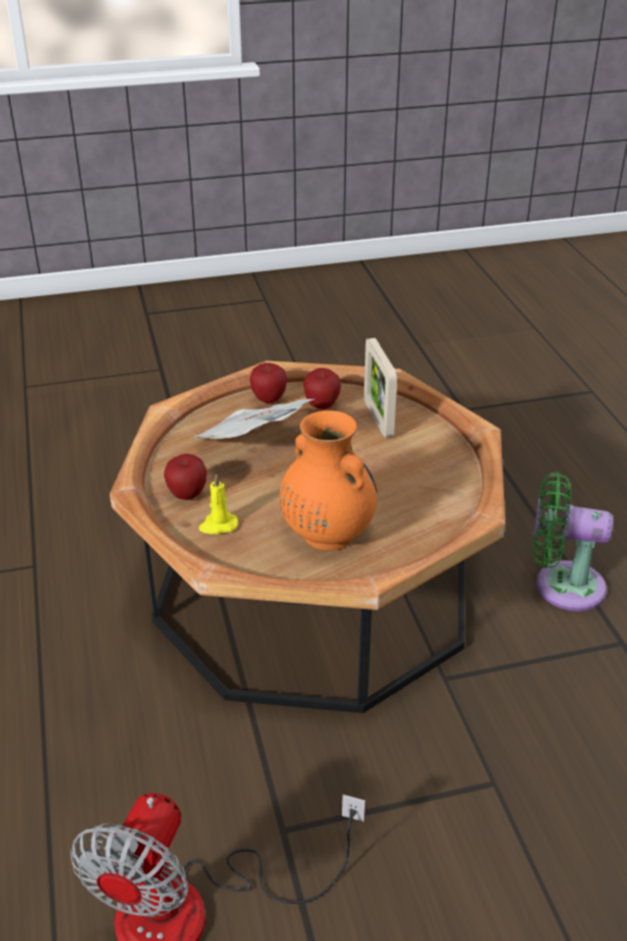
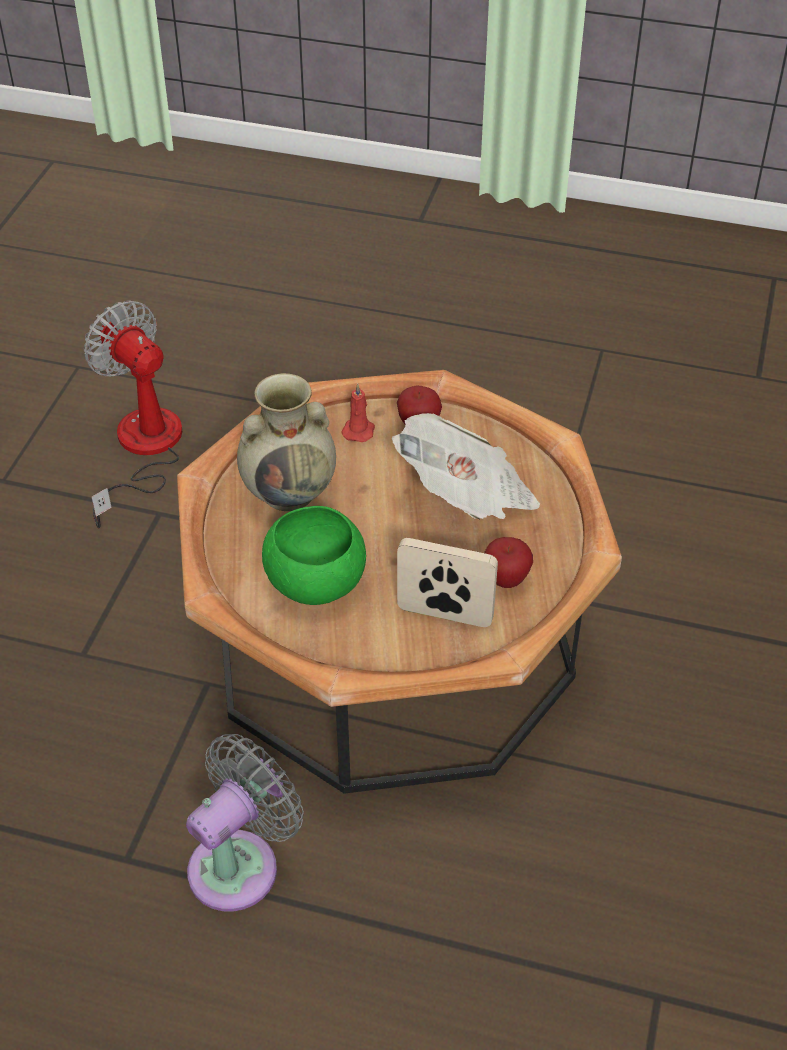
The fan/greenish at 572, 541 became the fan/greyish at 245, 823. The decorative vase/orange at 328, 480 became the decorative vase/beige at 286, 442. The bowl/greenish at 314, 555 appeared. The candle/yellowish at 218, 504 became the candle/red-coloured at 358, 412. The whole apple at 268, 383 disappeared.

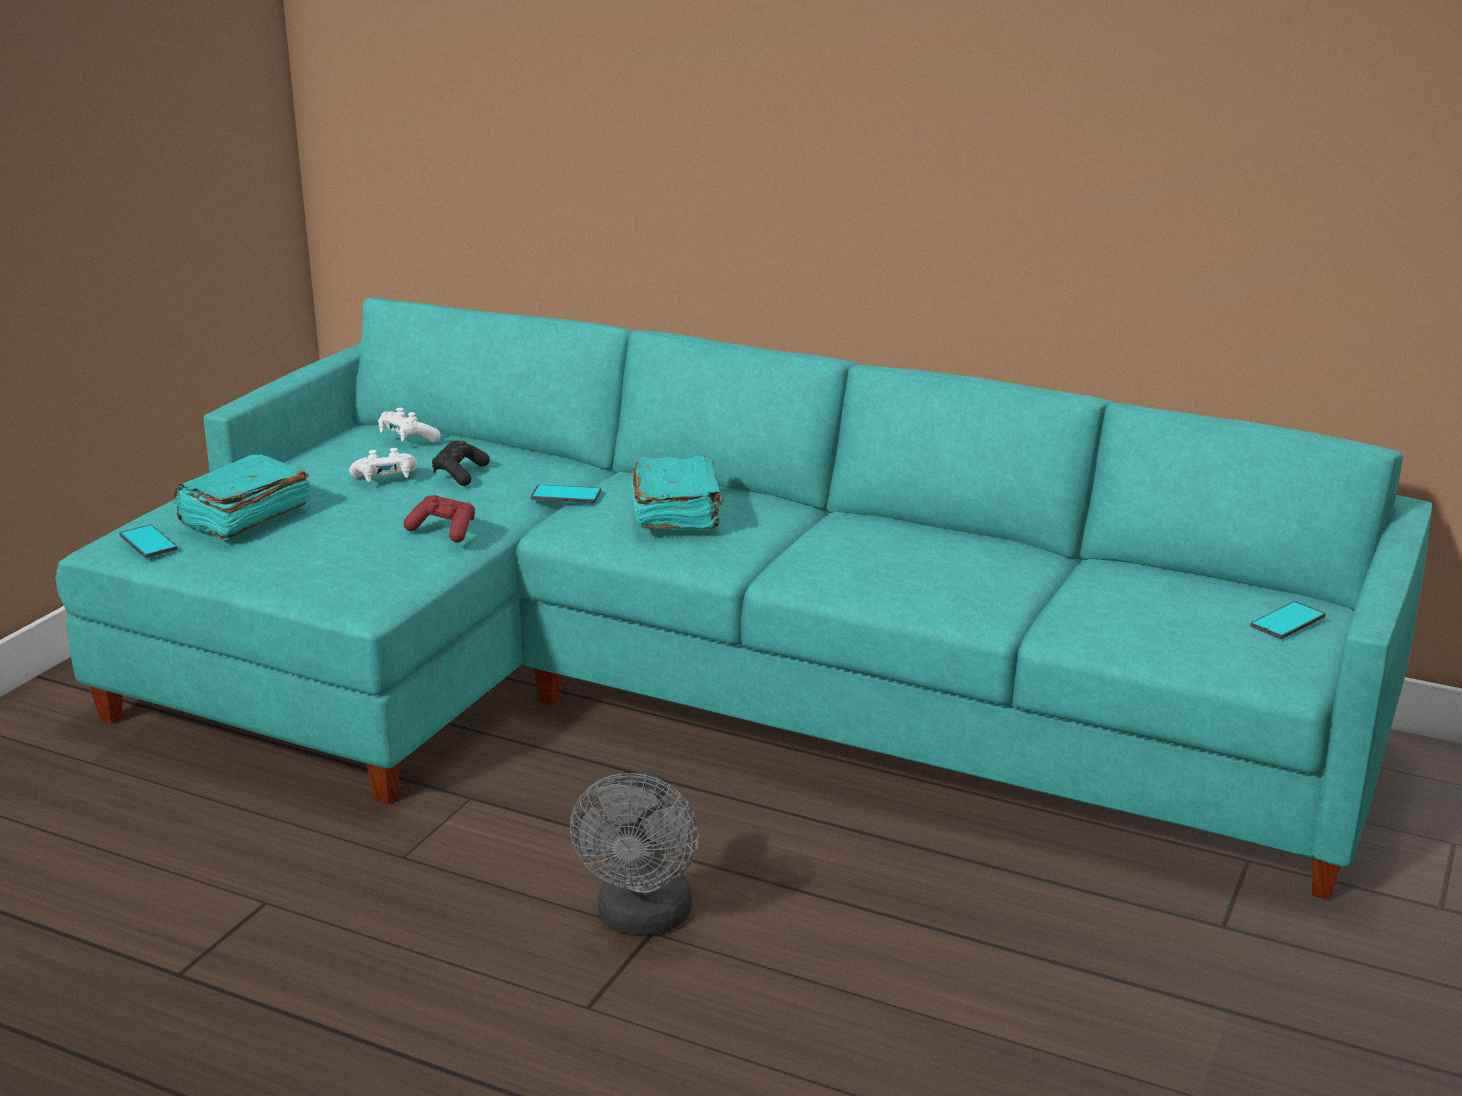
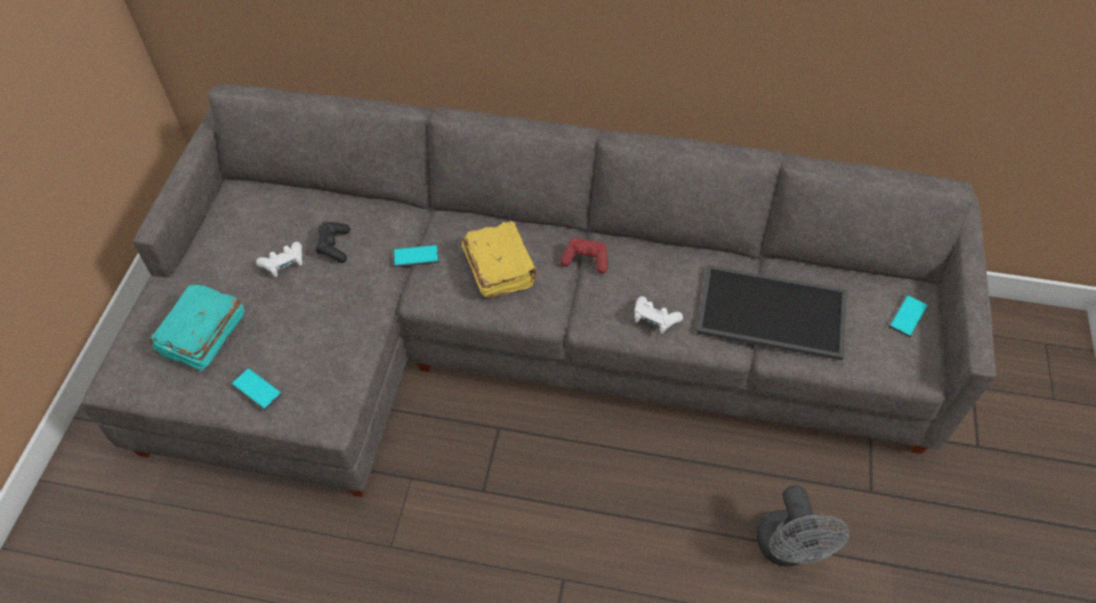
The sofa/turquoise-coloured at 743, 598 became the sofa/greyish at 539, 290. The telephone moved from 148, 541 to 256, 388. The bound book/turquoise-coloured at 677, 493 became the bound book/yellowish at 500, 259. The joypad/red-coloured moved from 439, 519 to 584, 256. The joypad/white-coloured moved from 409, 425 to 658, 315. The serving tray at 772, 312 appeared. The fan/greyish moved from 634, 853 to 802, 525.

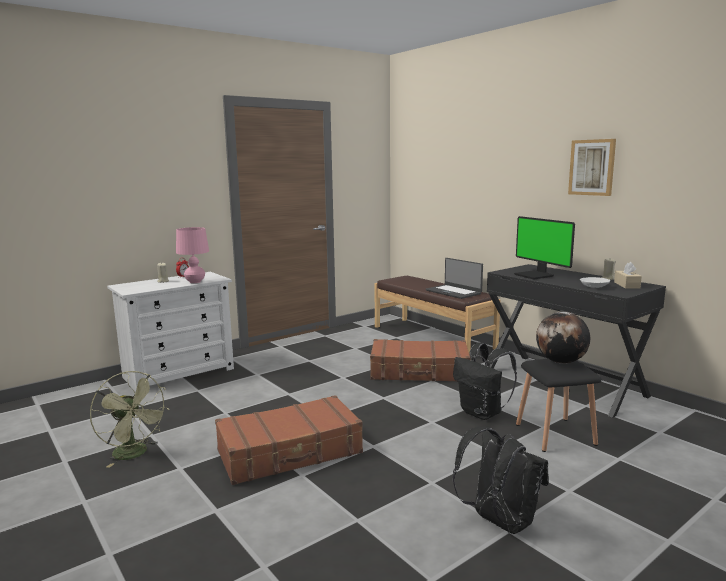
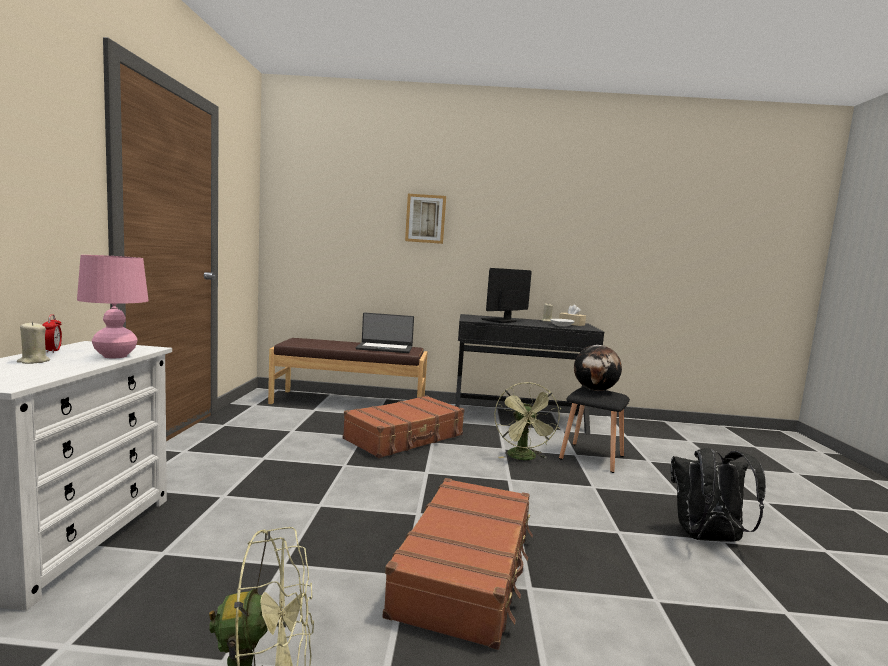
The picture moved from 592, 167 to 425, 219. The monitor at 544, 247 turned 120 degrees clockwise. The rucksack/black-coloured at 485, 381 was replaced by the fan/greenish at 527, 421.

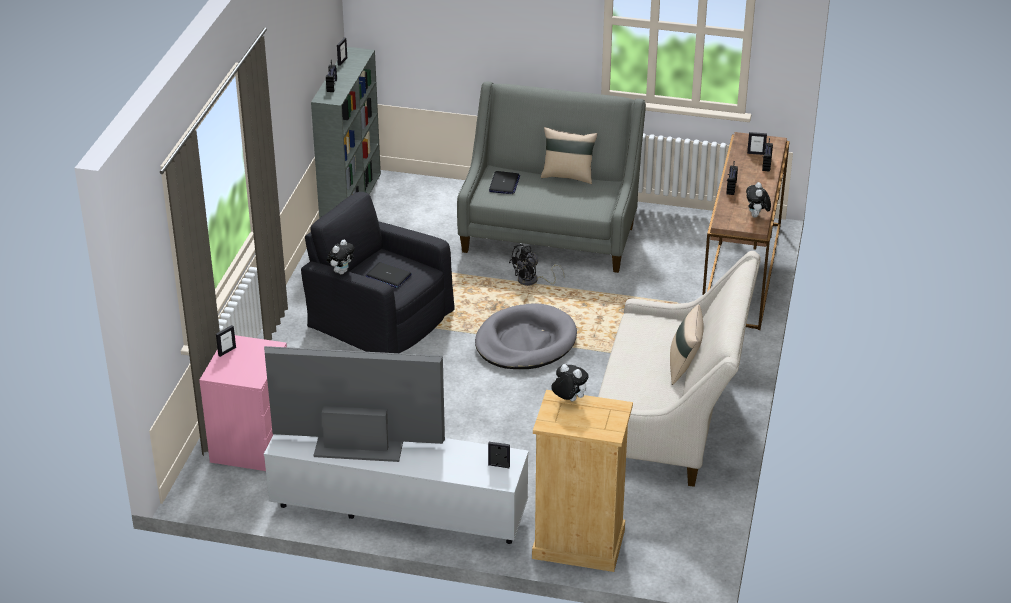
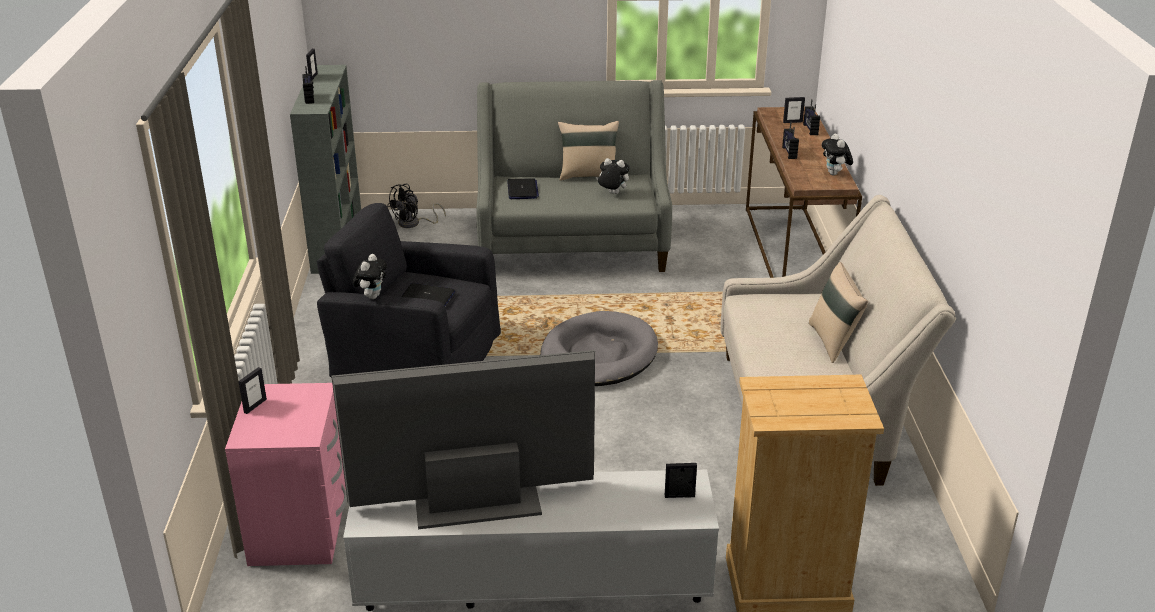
The fan/black-coloured moved from 537, 265 to 416, 206. The cuddly toy moved from 570, 382 to 613, 176.

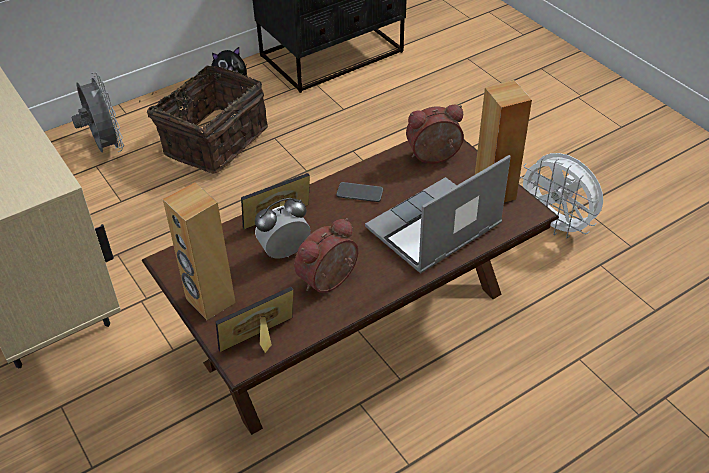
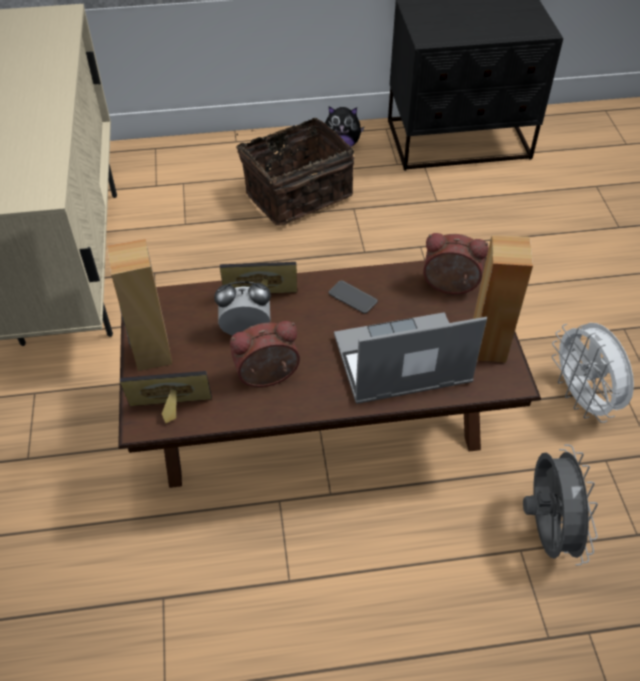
The fan/greyish moved from 98, 112 to 560, 505.

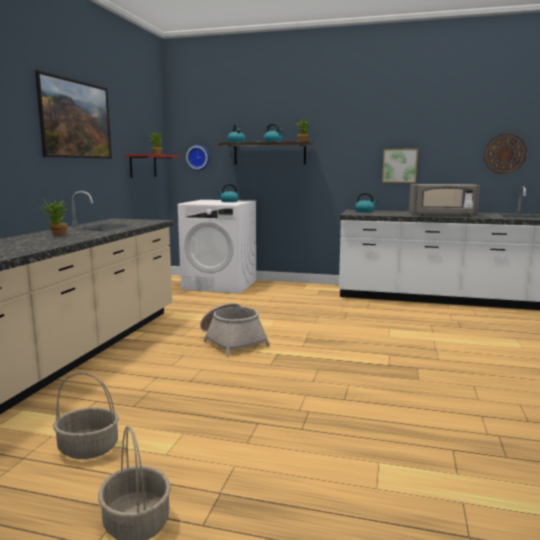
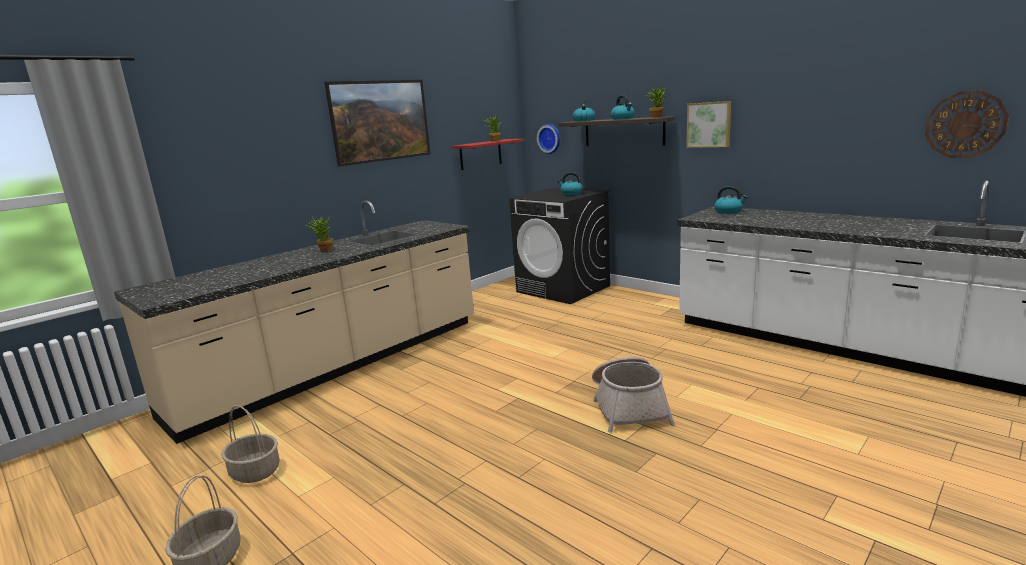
The laundry appliance/white-coloured at 217, 247 became the laundry appliance/black-coloured at 559, 246. The basket moved from 235, 329 to 633, 395. The picture moved from 400, 166 to 708, 124. The microwave/greyish at 444, 200 disappeared.

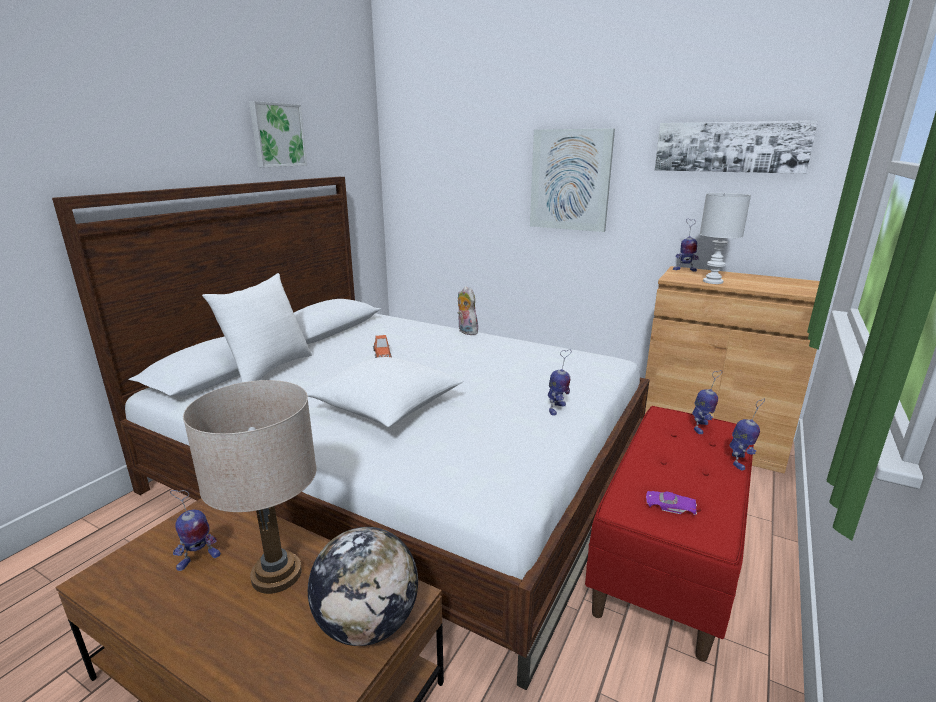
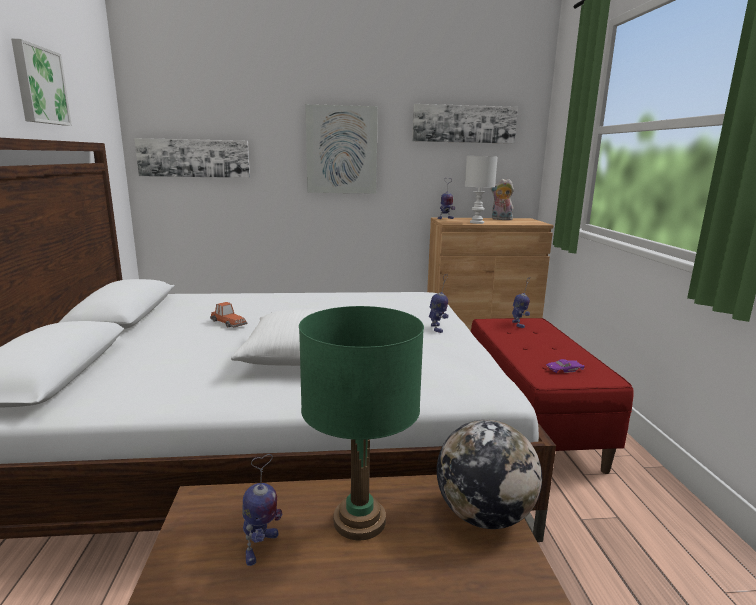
The picture at 192, 158 appeared. The tabletop lamp/beige at 250, 487 became the tabletop lamp/greenish at 361, 423. The cuddly toy moved from 468, 310 to 502, 199. The throw pillow/white-coloured at 257, 327 disappeared. The model robot at 747, 434 disappeared.

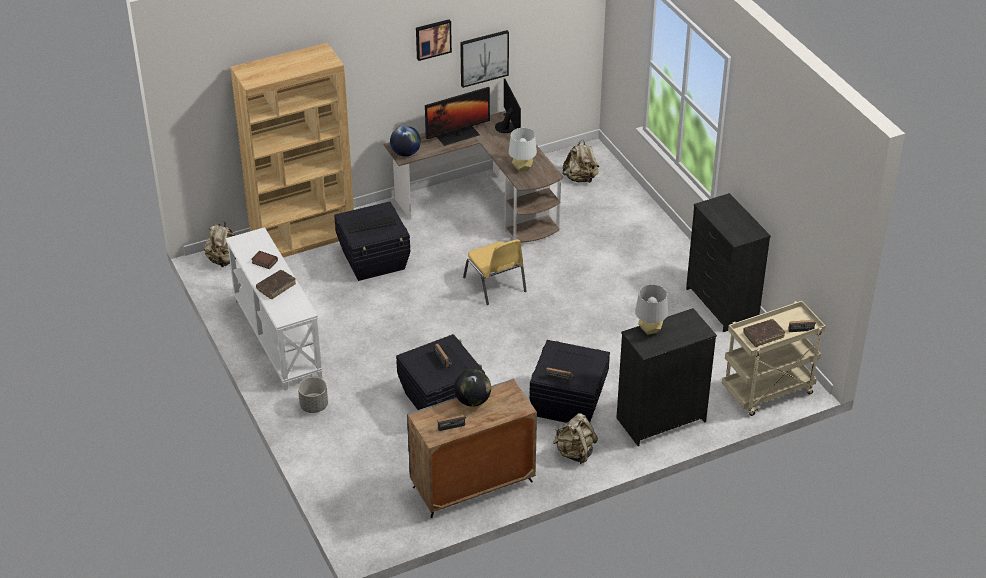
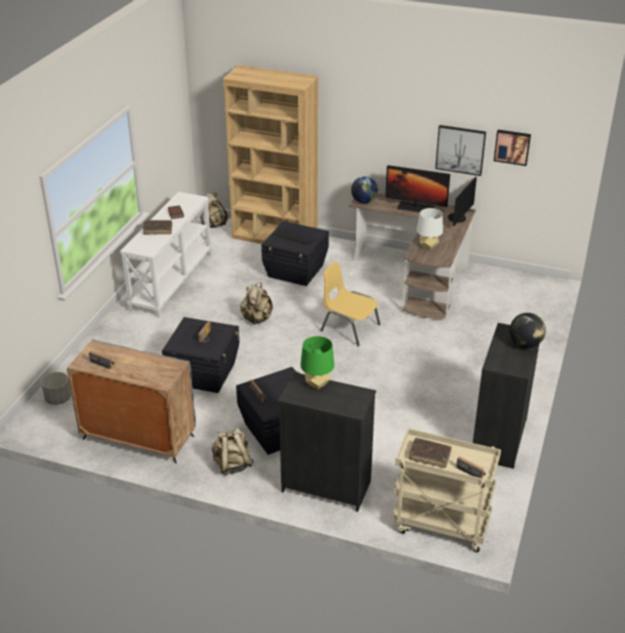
The planter/greyish moved from 313, 395 to 56, 388. The rucksack/beige moved from 580, 161 to 256, 303. The tabletop lamp/greyish at 651, 310 became the tabletop lamp/greenish at 317, 362. The upright chair/yellowish at 495, 272 turned 105 degrees clockwise. The picture moved from 434, 40 to 512, 148. The world globe moved from 472, 388 to 527, 330.

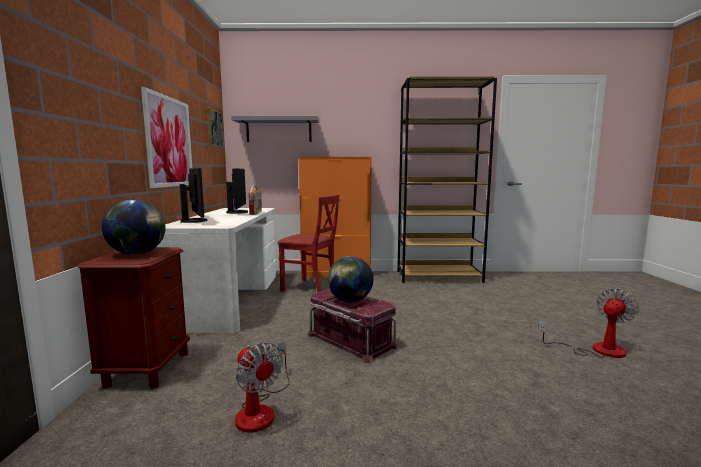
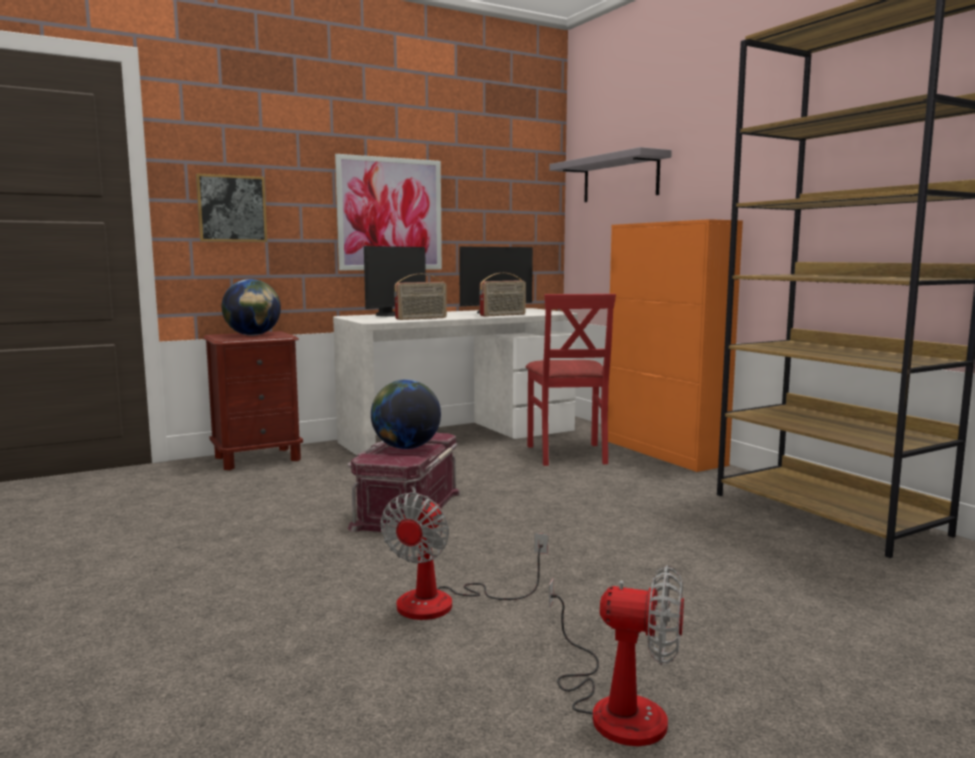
The picture moved from 215, 128 to 231, 207. The fan moved from 262, 387 to 464, 556. The radio set at 420, 297 appeared.

